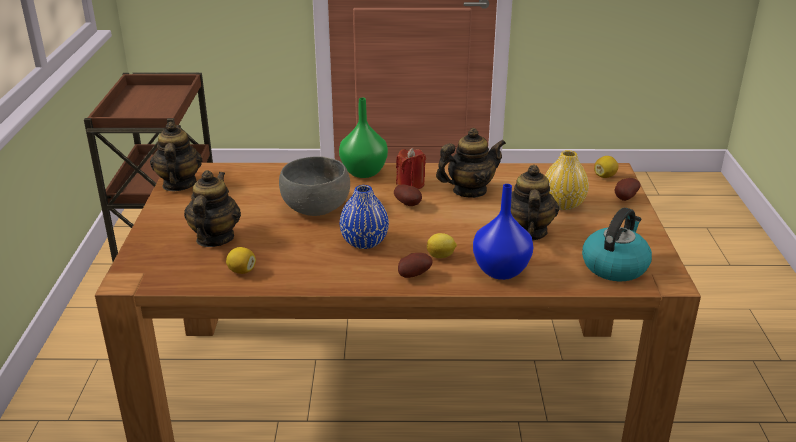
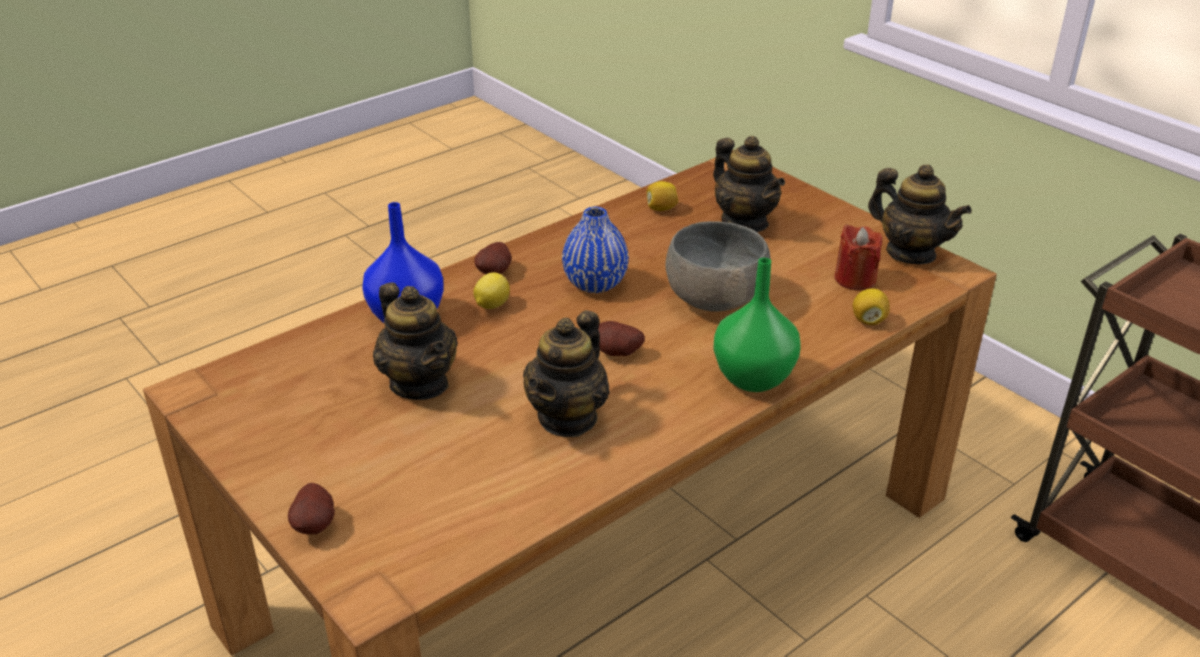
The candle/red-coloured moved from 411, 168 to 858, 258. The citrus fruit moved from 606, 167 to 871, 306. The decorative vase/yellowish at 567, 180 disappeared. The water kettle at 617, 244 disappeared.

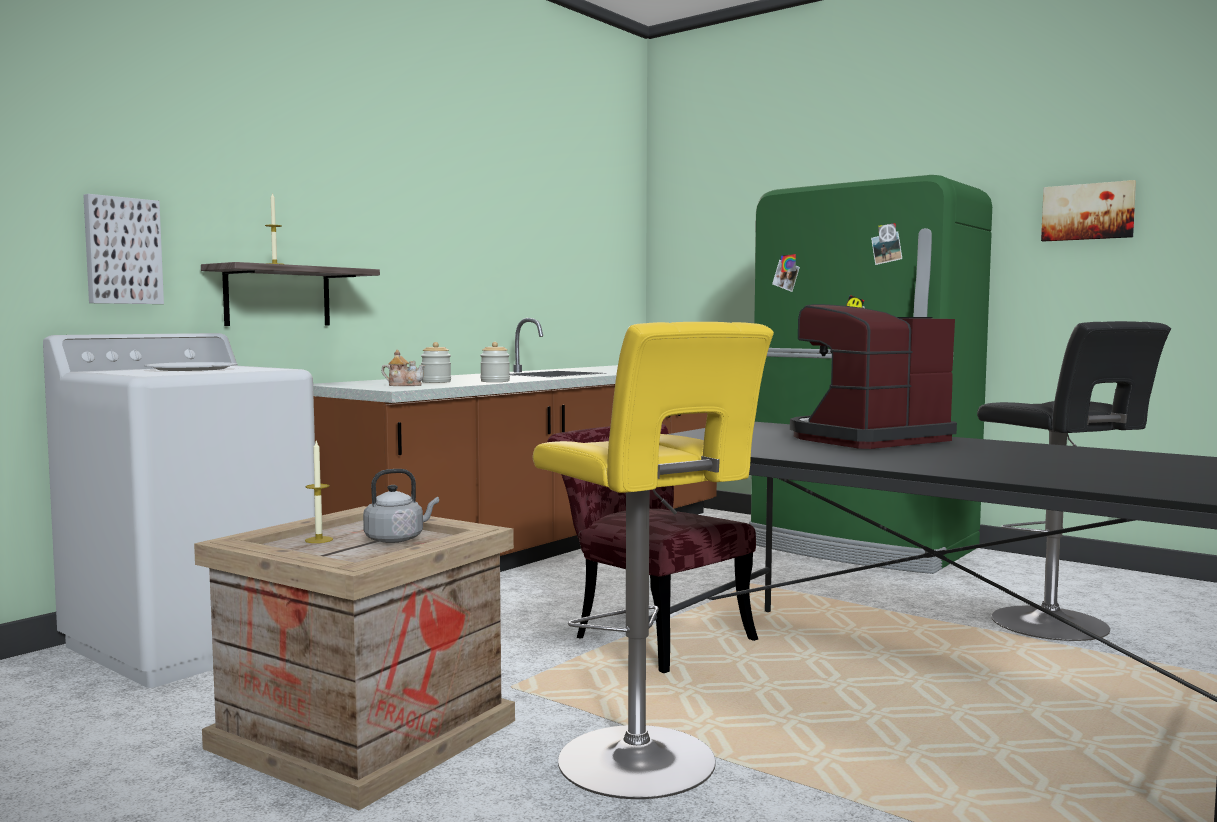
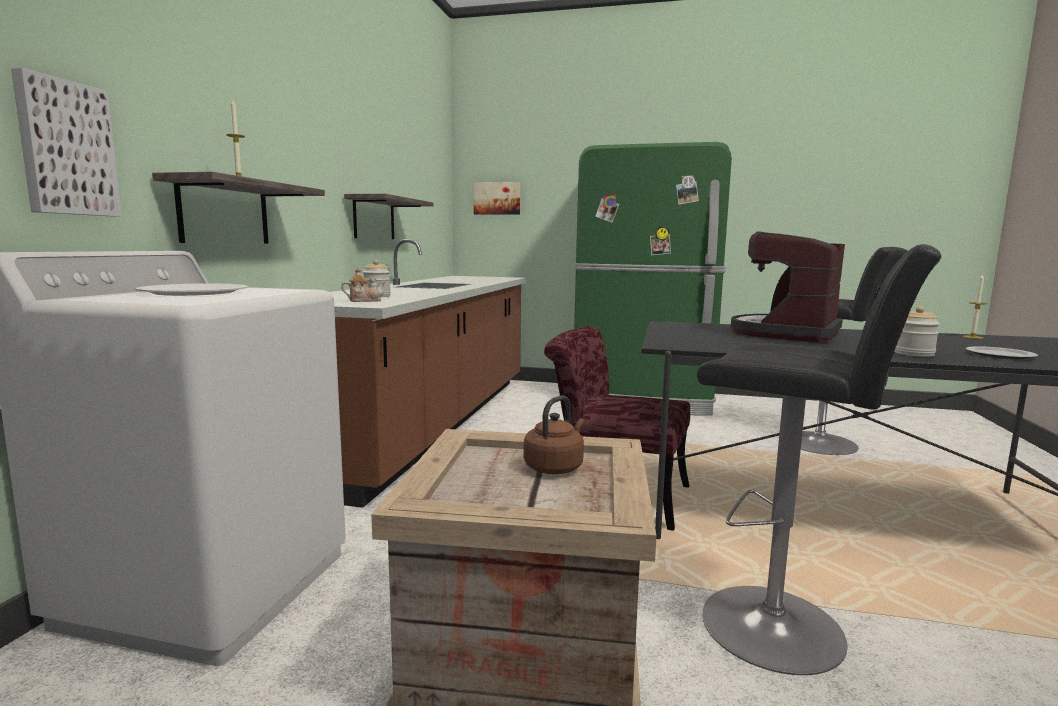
The wall shelf at 388, 216 appeared. The picture moved from 1088, 211 to 497, 198. The water kettle/greyish at 401, 506 became the water kettle/brownish at 554, 434. The sitting stool/yellowish at 653, 560 became the sitting stool/black-coloured at 819, 459. The preserve jar moved from 495, 362 to 917, 331. The candle moved from 319, 492 to 975, 306. The plate at 1002, 352 appeared.

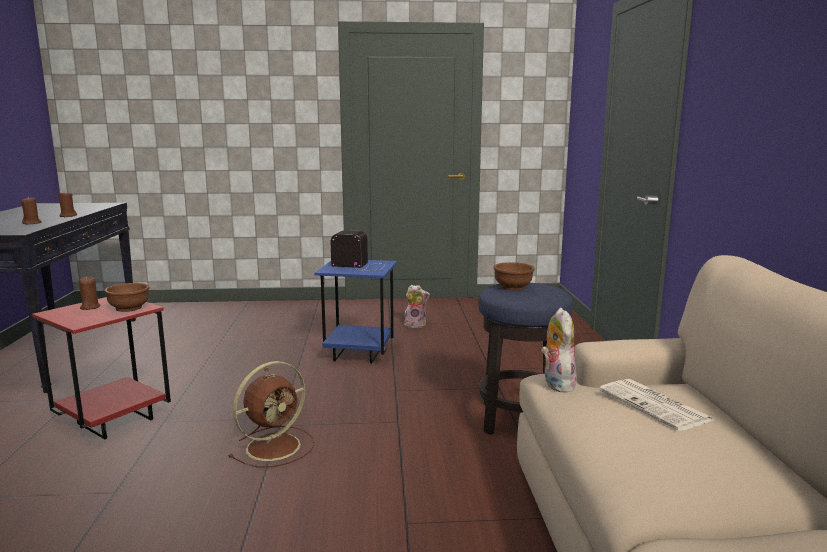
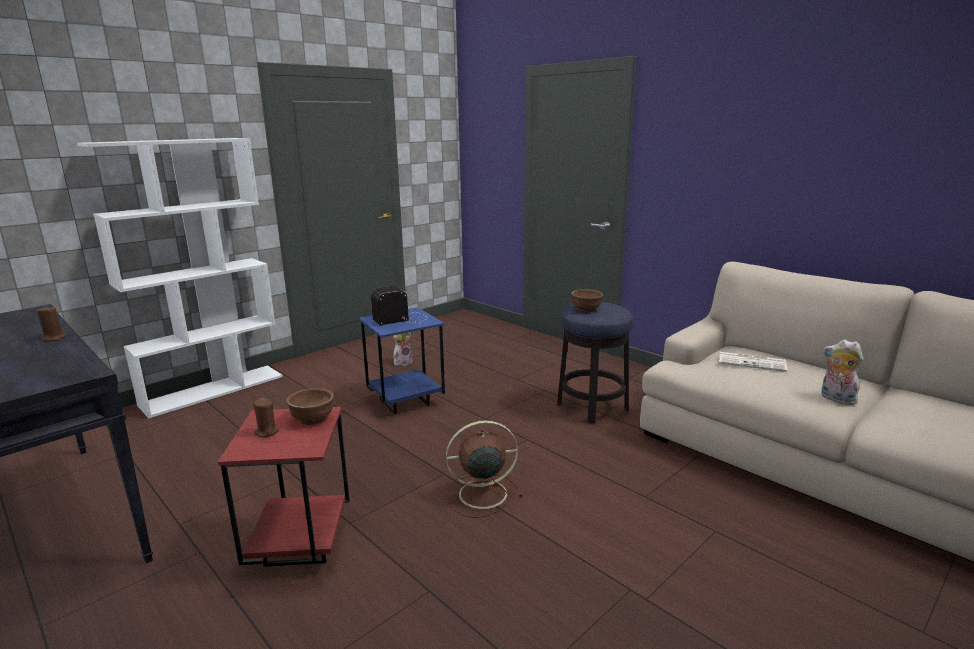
The shelving unit/white-coloured at 180, 278 appeared. The fan/brownish at 271, 414 turned 105 degrees counterclockwise. The cuddly toy moved from 559, 350 to 842, 372. The candle/brownish at 31, 211 disappeared.

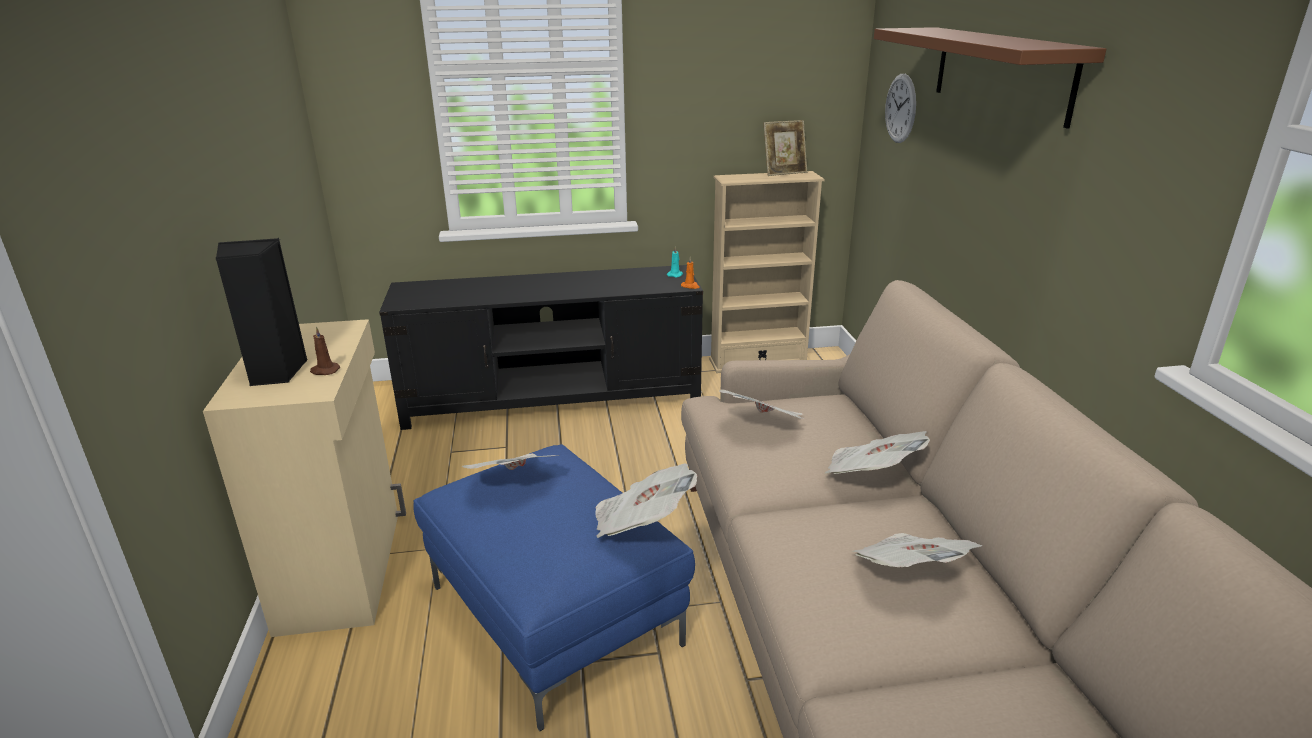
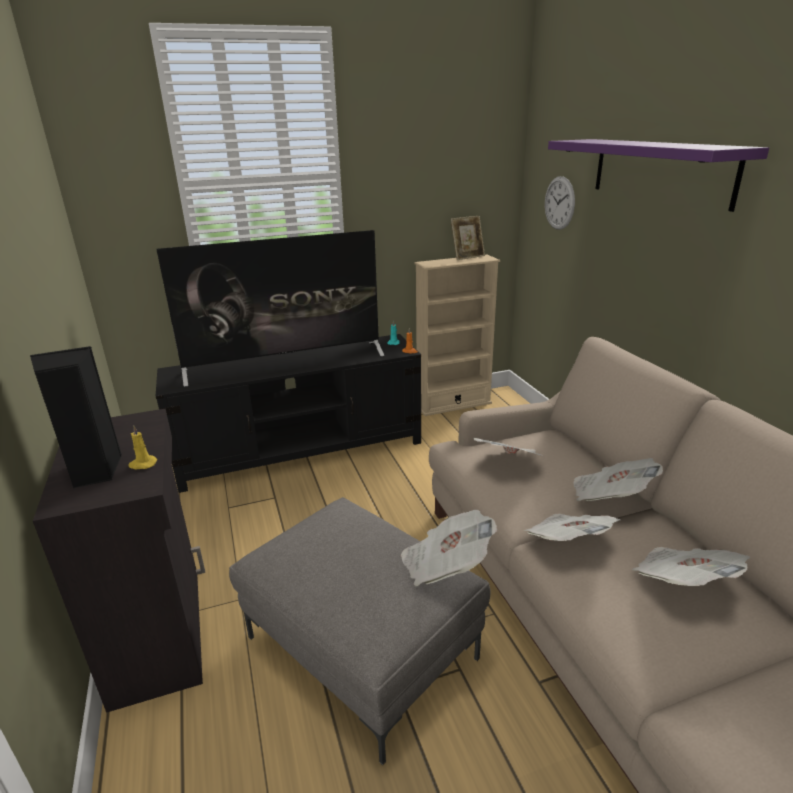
The storage cabinet/beige at 304, 478 became the storage cabinet/black-coloured at 119, 561. The candle/brownish at 325, 351 became the candle/yellowish at 143, 447. The TV at 270, 308 appeared. The ottoman/blue at 554, 587 became the ottoman/greyish at 360, 631. The printed paper moved from 509, 461 to 572, 527. The wall shelf/brownish at 990, 78 became the wall shelf/purple at 658, 175.

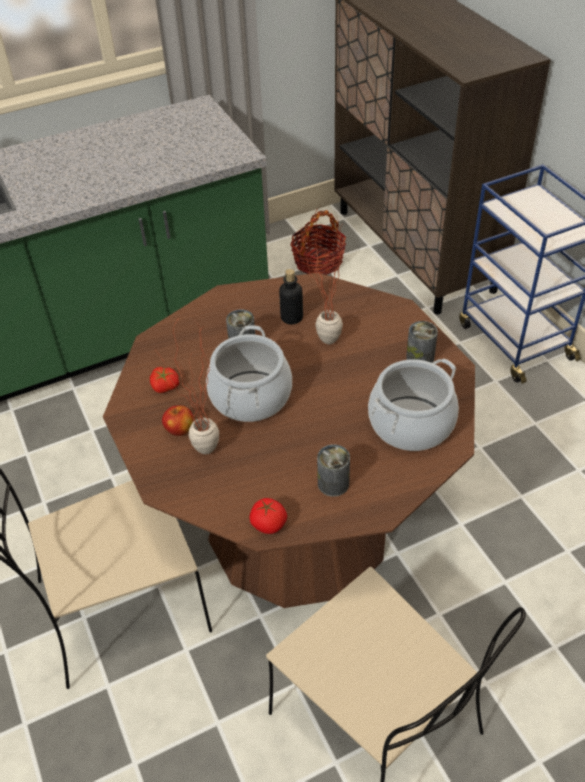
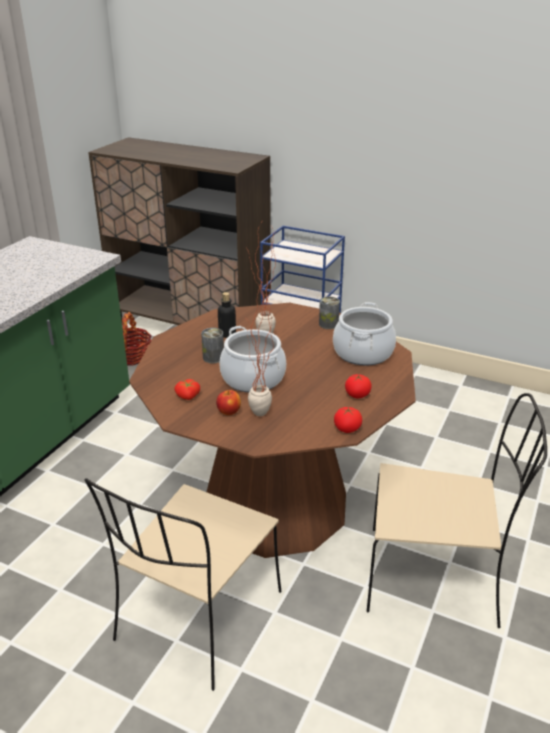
The sealed can at 333, 470 was replaced by the tomato at 358, 386.

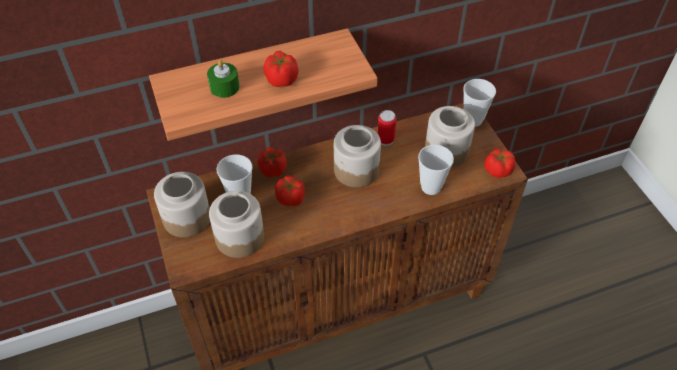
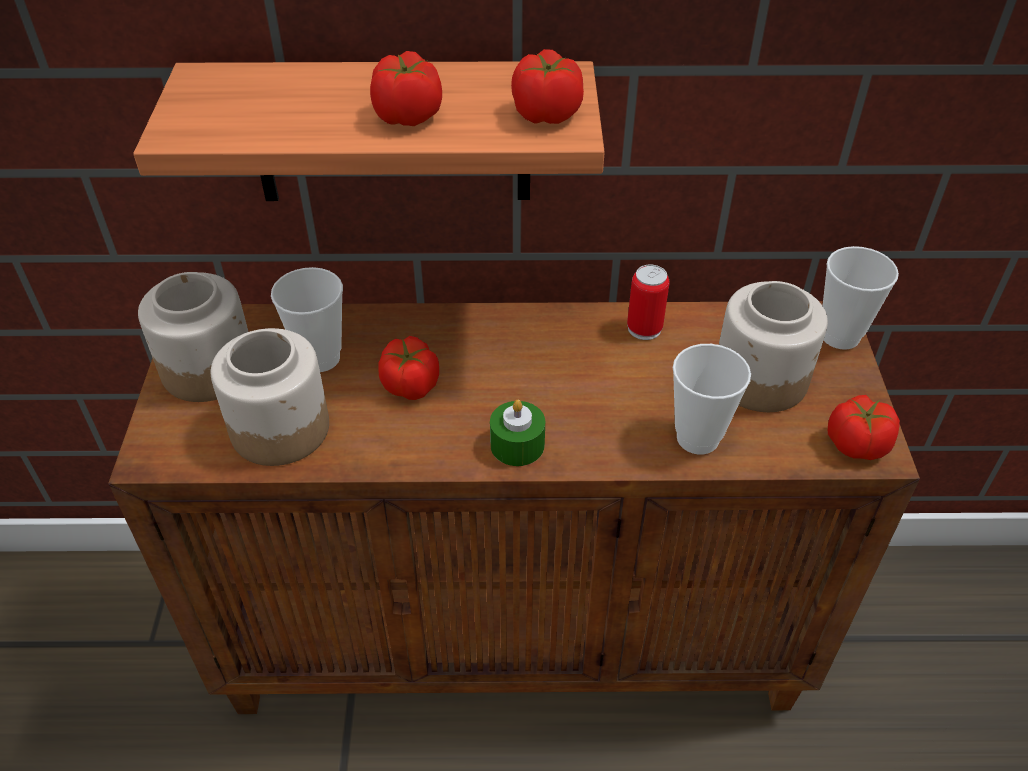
The candle/greenish moved from 223, 79 to 517, 433. The tomato moved from 272, 162 to 547, 86. The preserve jar at 357, 156 disappeared.

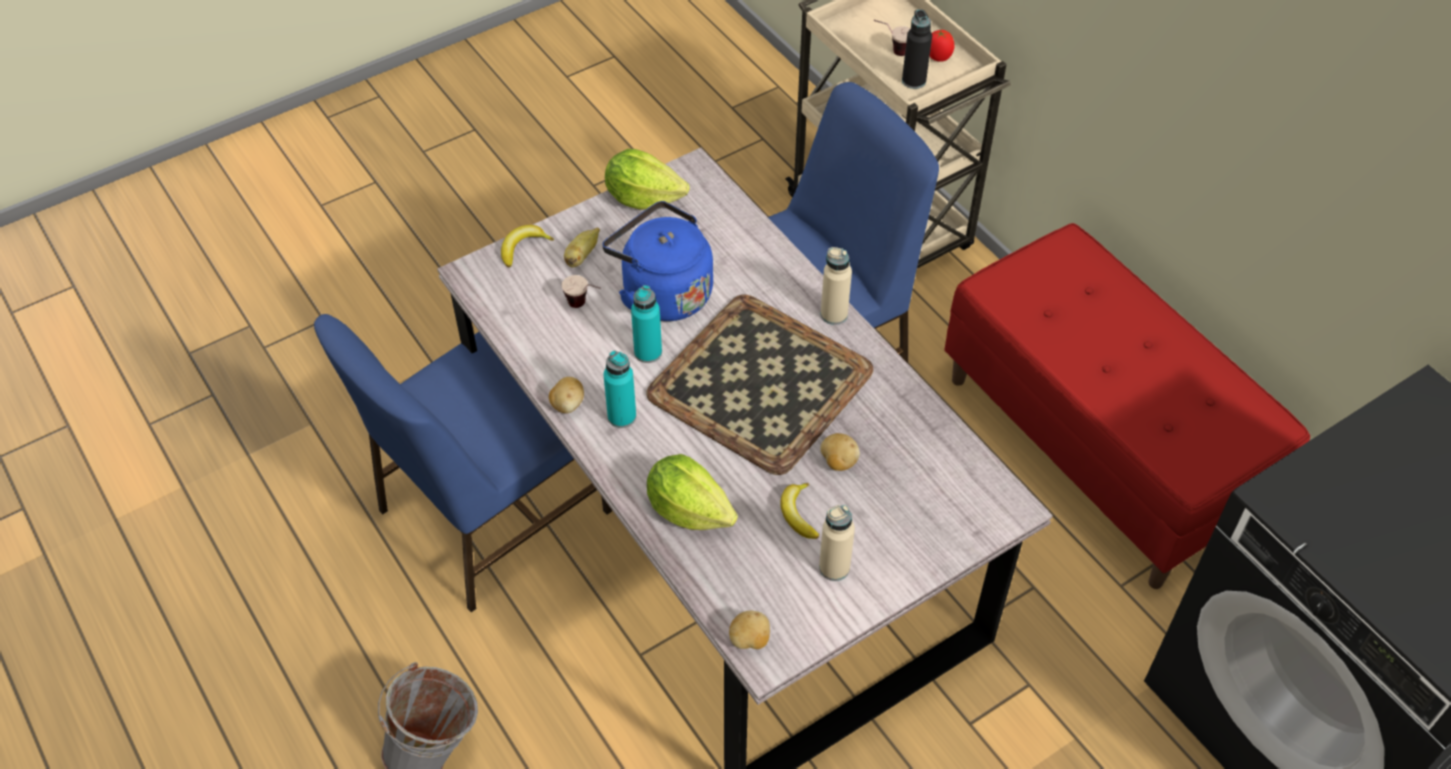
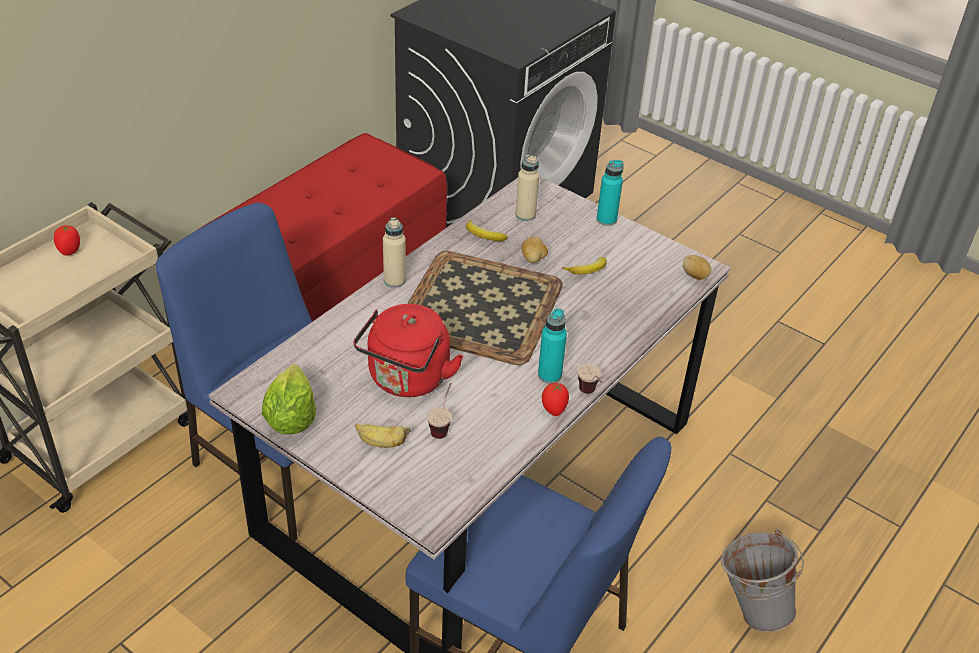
The water kettle/blue at 657, 261 became the water kettle/red-coloured at 408, 350. The banana fruit moved from 527, 246 to 487, 230. The drink bottle/beige moved from 837, 543 to 527, 187. The potato at 566, 395 was replaced by the tomato at 555, 399. The cup moved from 892, 38 to 590, 379. The drink bottle/turquoise-coloured moved from 646, 324 to 610, 193. The lettuce head at 692, 492 disappeared. The drink bottle/black-coloured at 917, 49 disappeared.

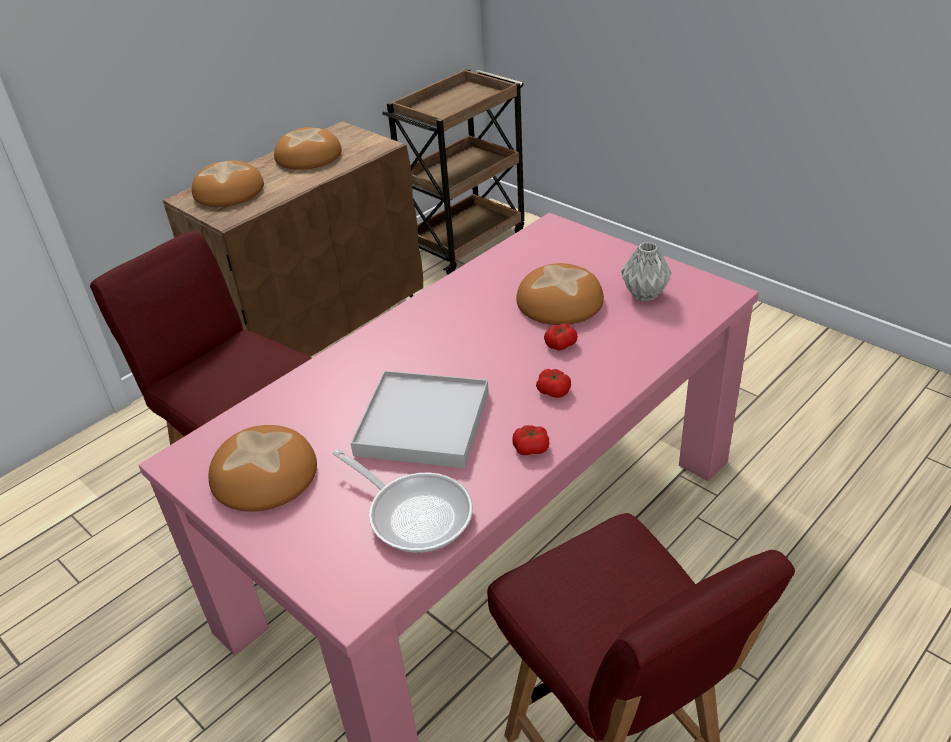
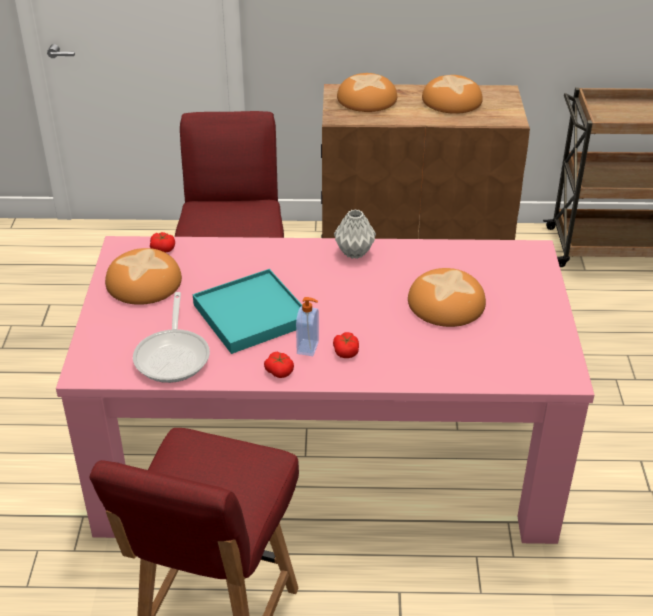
The tomato moved from 561, 337 to 162, 242. The serving tray/white-coloured at 420, 419 became the serving tray/turquoise-coloured at 247, 311. The soap dispenser at 307, 326 appeared. The decorative vase/greyish moved from 646, 271 to 355, 234.

